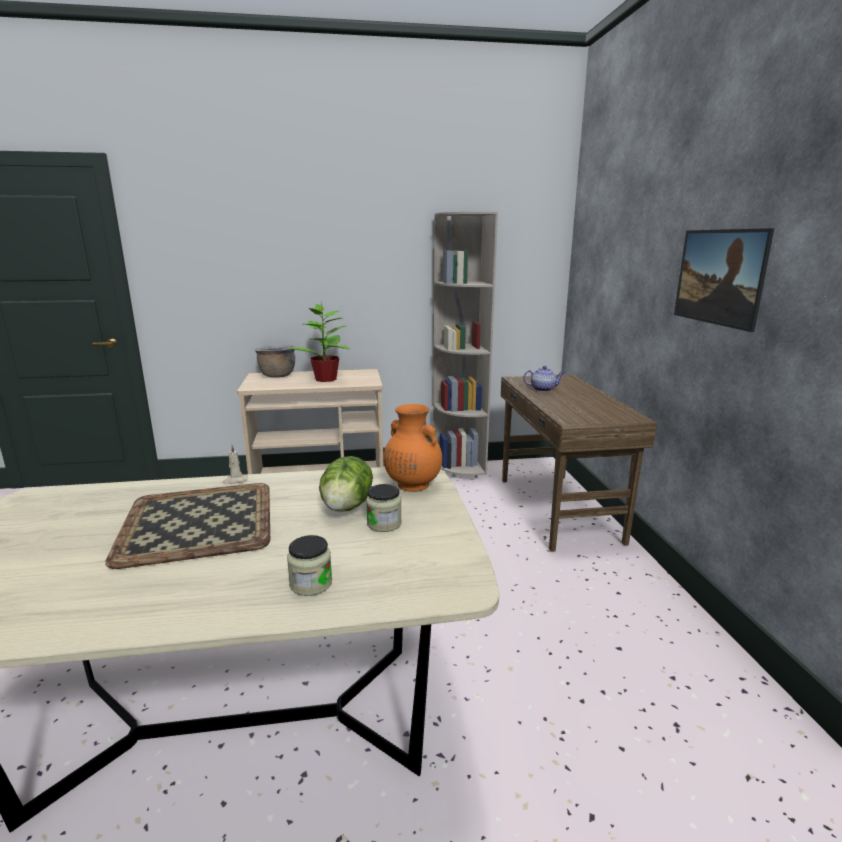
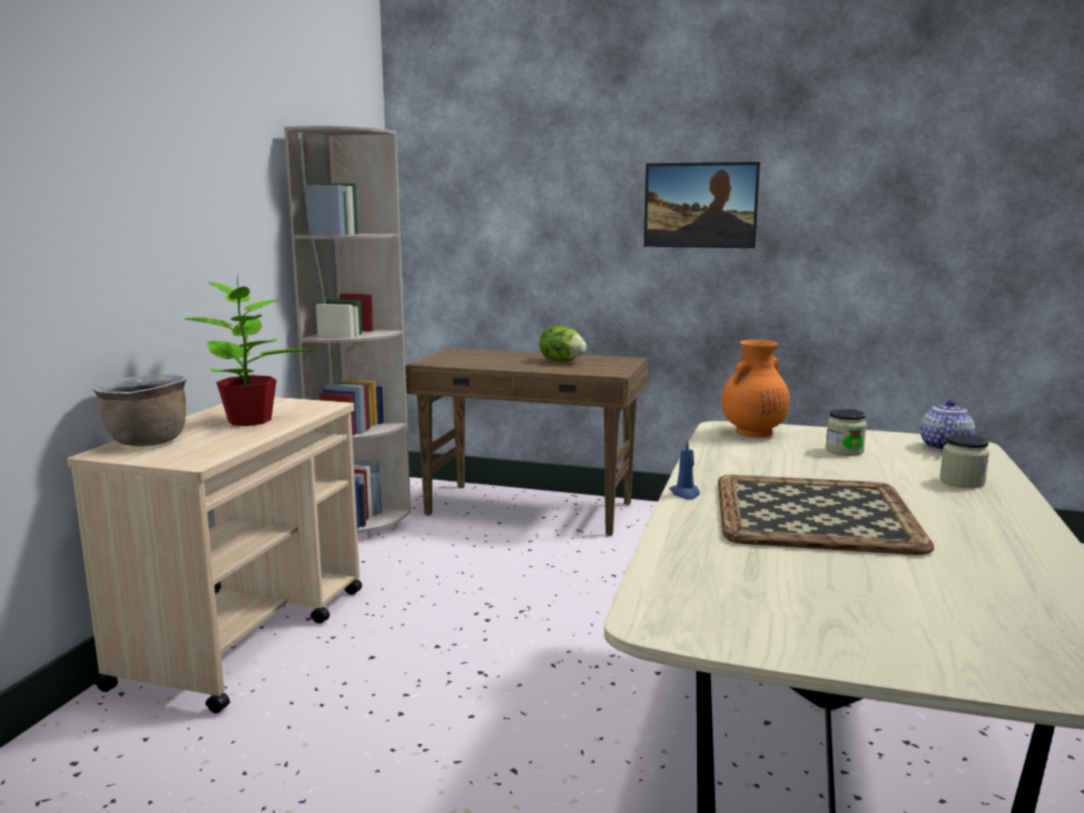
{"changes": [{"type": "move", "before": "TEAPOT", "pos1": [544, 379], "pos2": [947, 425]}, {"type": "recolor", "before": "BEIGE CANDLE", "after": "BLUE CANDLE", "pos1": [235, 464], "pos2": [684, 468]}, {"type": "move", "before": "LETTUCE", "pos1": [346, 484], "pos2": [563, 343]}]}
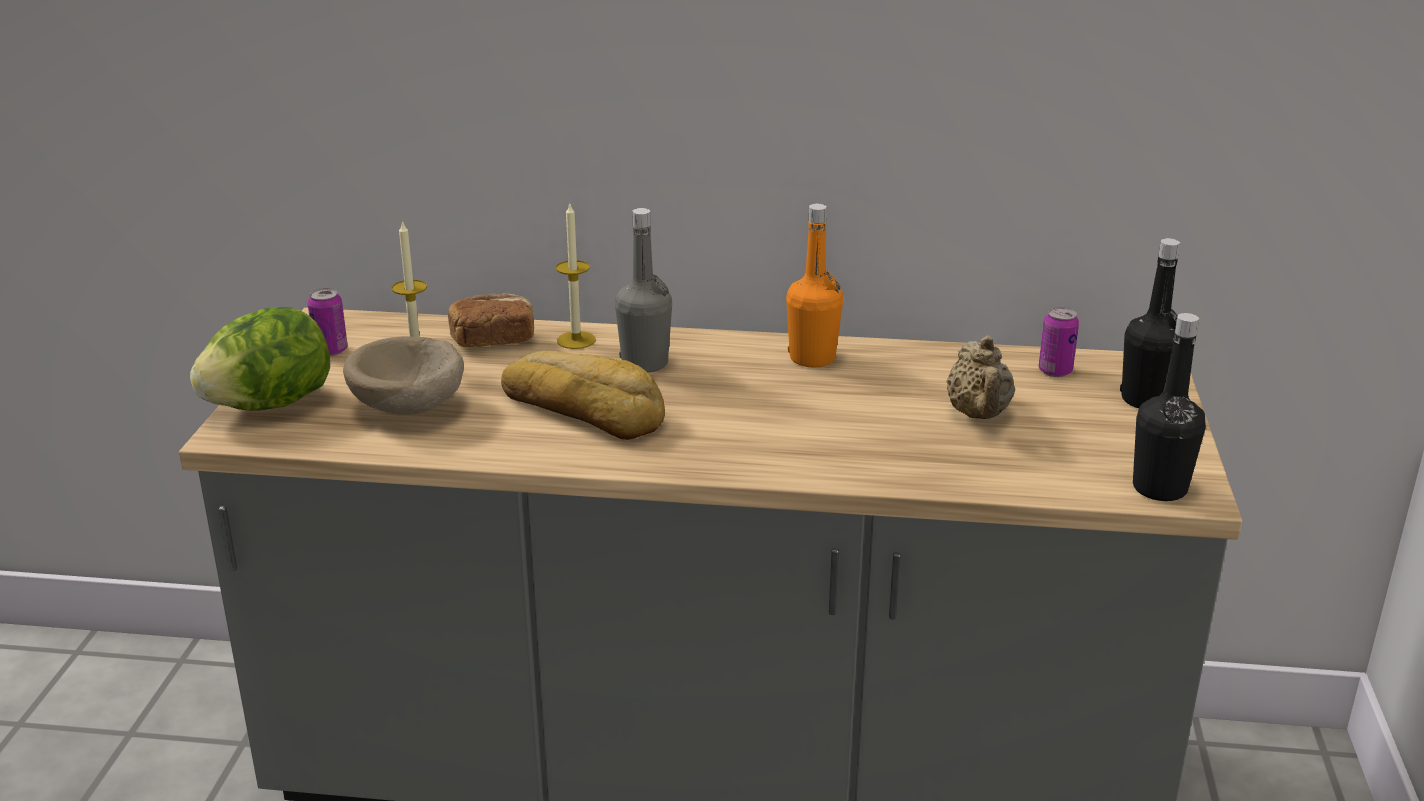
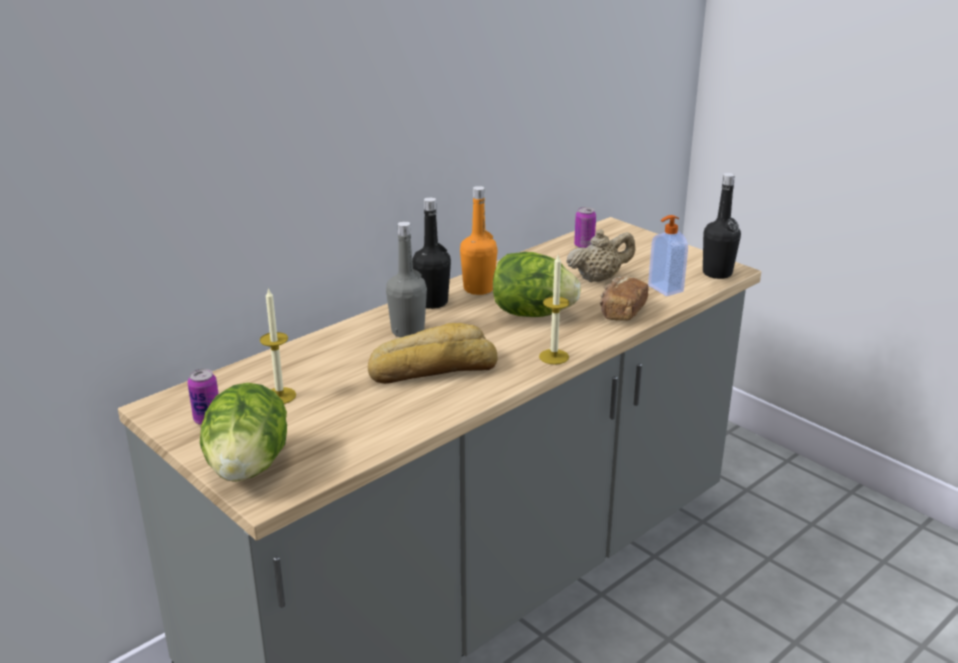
{"changes": [{"type": "move", "before": "CANDLE", "pos1": [576, 275], "pos2": [554, 310]}, {"type": "move", "before": "BLACK BOTTLE", "pos1": [1150, 323], "pos2": [431, 253]}, {"type": "move", "before": "BREAD", "pos1": [491, 320], "pos2": [624, 298]}, {"type": "rotate", "before": "BEIGE TEAPOT", "pos1": [980, 377], "pos2": [600, 256], "turn": -60}, {"type": "delete", "before": "BEIGE BOWL", "pos1": [403, 376]}, {"type": "insert", "after": "SOAP DISPENSER", "pos2": [668, 255]}, {"type": "insert", "after": "LETTUCE", "pos2": [537, 284]}]}
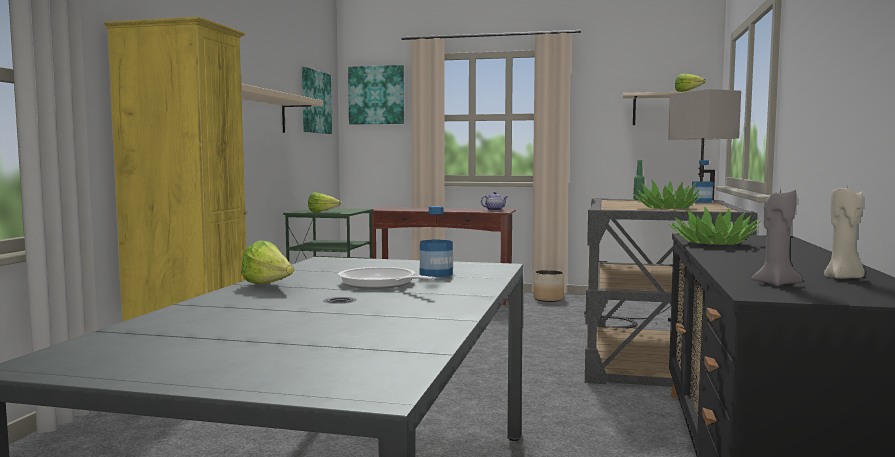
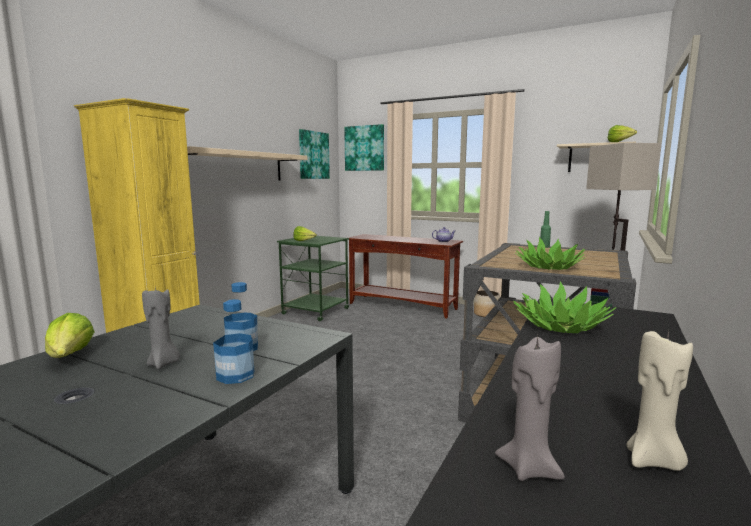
{"changes": [{"type": "move", "before": "BOTTLE", "pos1": [702, 181], "pos2": [233, 341]}, {"type": "replace", "before": "FRYING PAN", "after": "GREY CANDLE", "pos1": [386, 278], "pos2": [161, 328]}]}
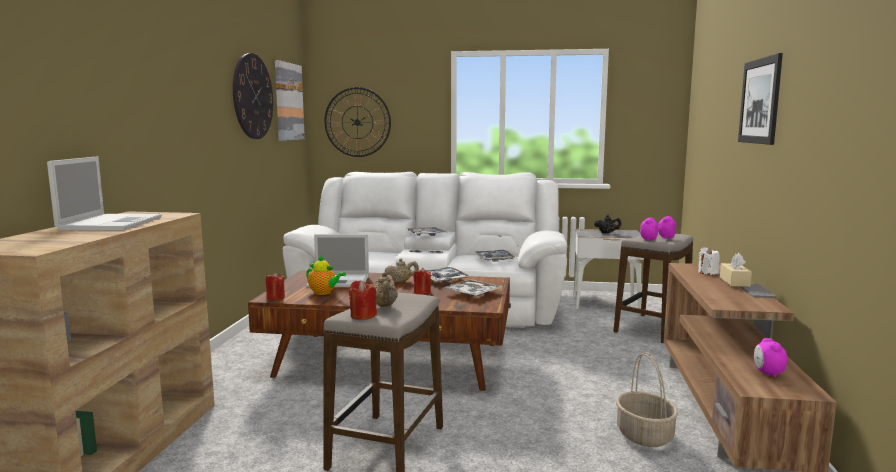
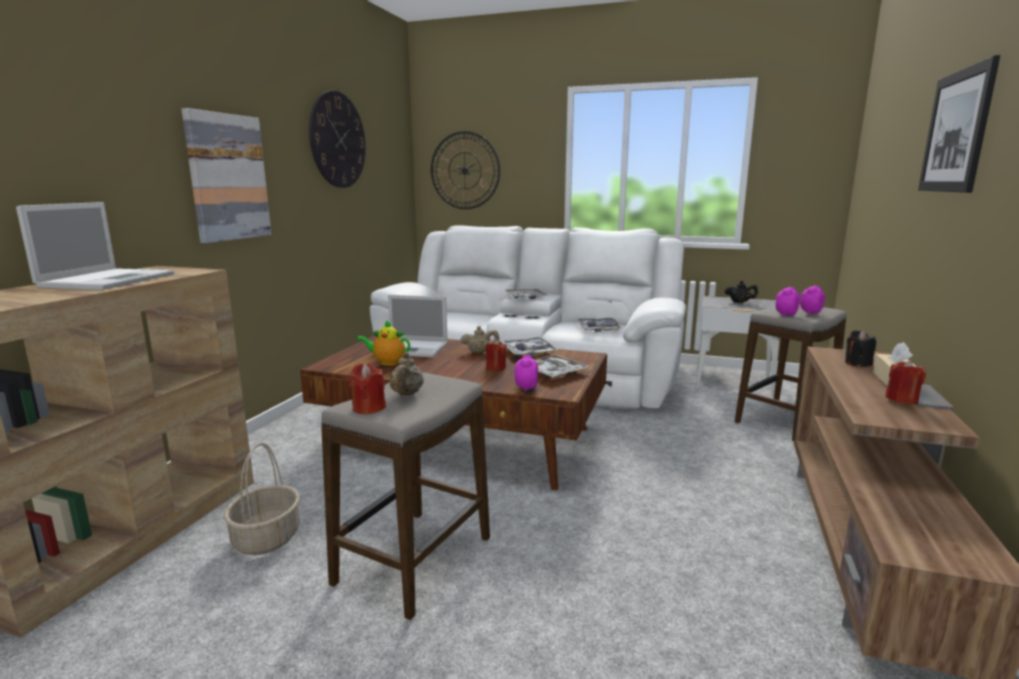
{"changes": [{"type": "move", "before": "PICTURE", "pos1": [290, 100], "pos2": [226, 175]}, {"type": "recolor", "before": "WHITE CANDLE", "after": "BLACK CANDLE", "pos1": [709, 261], "pos2": [860, 348]}, {"type": "rotate", "before": "TEAPOT", "pos1": [326, 275], "pos2": [383, 343], "turn": 150}, {"type": "move", "before": "RED CANDLE", "pos1": [275, 286], "pos2": [905, 382]}, {"type": "move", "before": "ALARM CLOCK", "pos1": [770, 358], "pos2": [526, 373]}, {"type": "move", "before": "BASKET", "pos1": [647, 399], "pos2": [262, 498]}]}
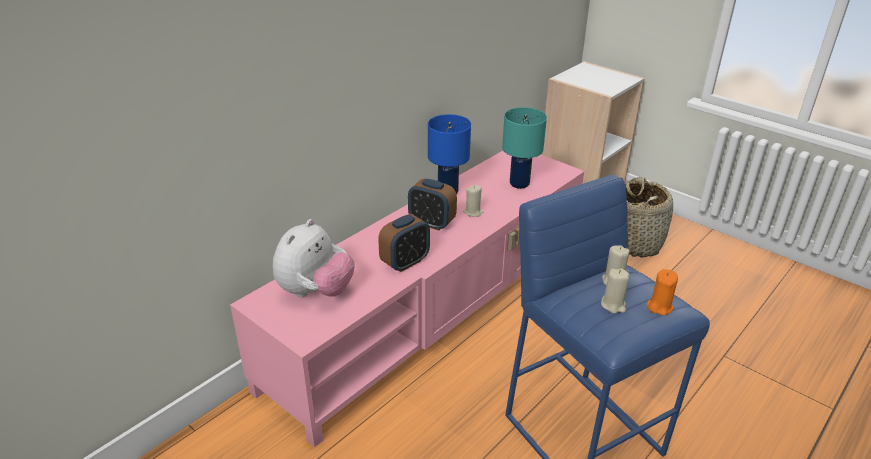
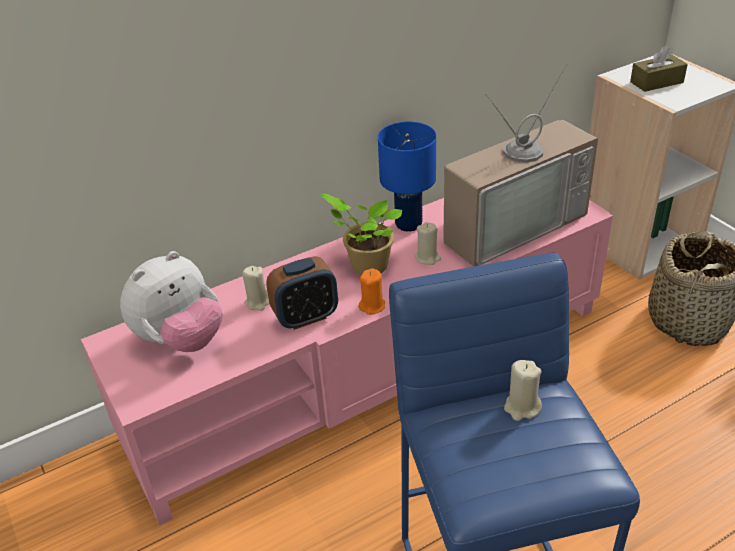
{"changes": [{"type": "replace", "before": "TURQUOISE TABLE LAMP", "after": "TELEVISION", "pos1": [524, 148], "pos2": [520, 165]}, {"type": "replace", "before": "ALARM CLOCK", "after": "POTTED PLANT", "pos1": [432, 205], "pos2": [361, 234]}, {"type": "move", "before": "BEIGE CANDLE", "pos1": [615, 291], "pos2": [256, 288]}, {"type": "move", "before": "ORANGE CANDLE", "pos1": [662, 292], "pos2": [371, 291]}, {"type": "insert", "after": "BROWN TISSUE BOX", "pos2": [659, 68]}]}
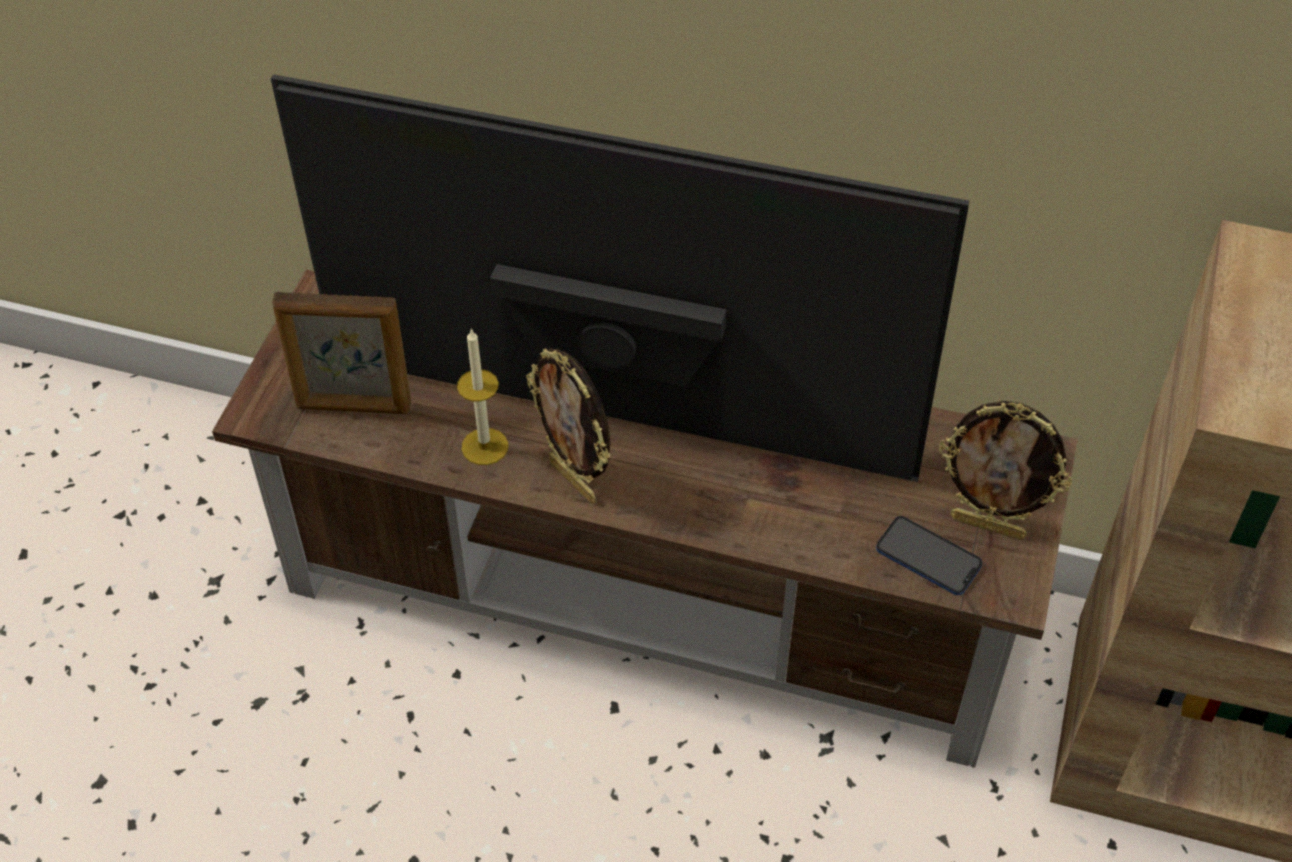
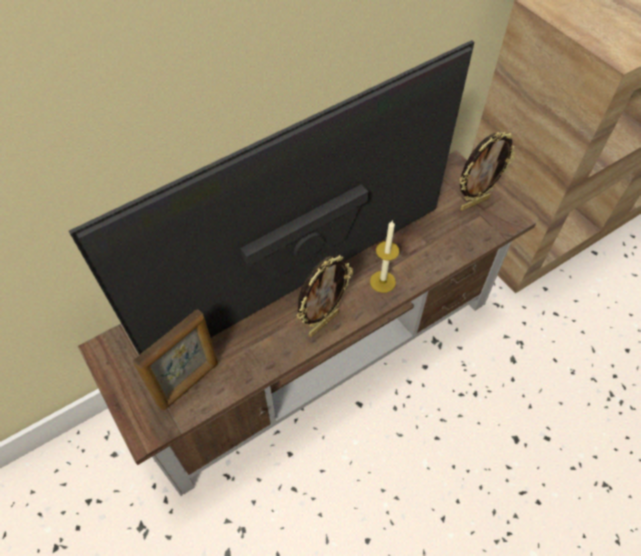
{"changes": [{"type": "move", "before": "CANDLE", "pos1": [482, 396], "pos2": [385, 257]}, {"type": "rotate", "before": "PICTURE FRAME", "pos1": [568, 425], "pos2": [325, 296], "turn": -45}, {"type": "delete", "before": "PHONE", "pos1": [929, 555]}]}
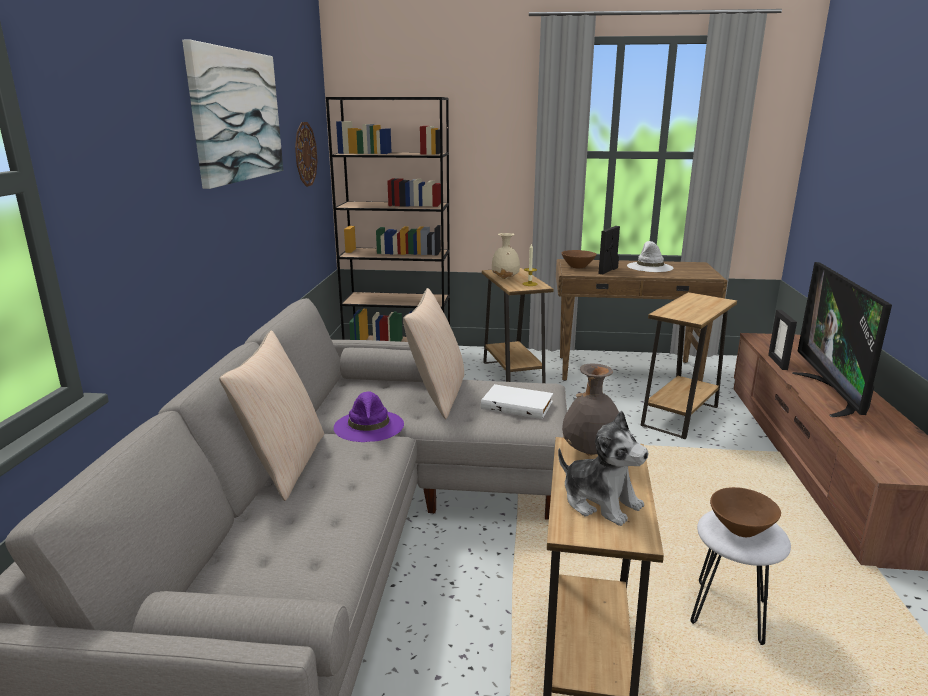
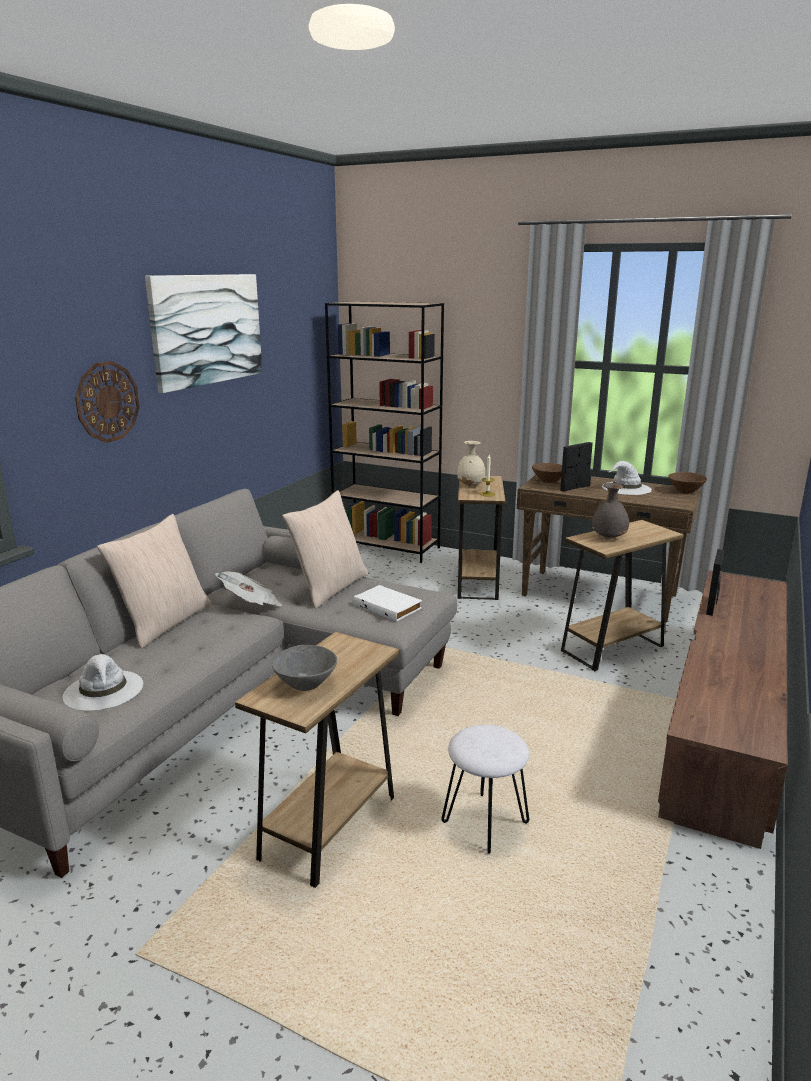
{"changes": [{"type": "move", "before": "WALL CLOCK", "pos1": [306, 154], "pos2": [107, 402]}, {"type": "delete", "before": "TELEVISION", "pos1": [842, 339]}, {"type": "move", "before": "GREY VASE", "pos1": [590, 409], "pos2": [610, 511]}, {"type": "replace", "before": "PURPLE HAT", "after": "NEWSPAPER", "pos1": [369, 417], "pos2": [248, 588]}, {"type": "replace", "before": "PLUSH TOY", "after": "GREY BOWL", "pos1": [603, 468], "pos2": [304, 668]}, {"type": "move", "before": "BROWN BOWL", "pos1": [745, 512], "pos2": [687, 483]}, {"type": "insert", "after": "WHITE HAT", "pos2": [103, 682]}]}
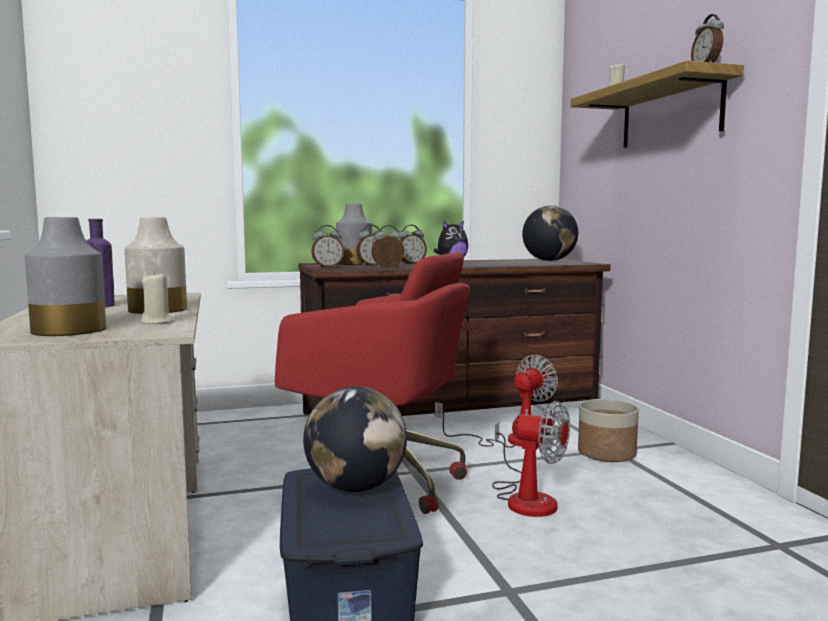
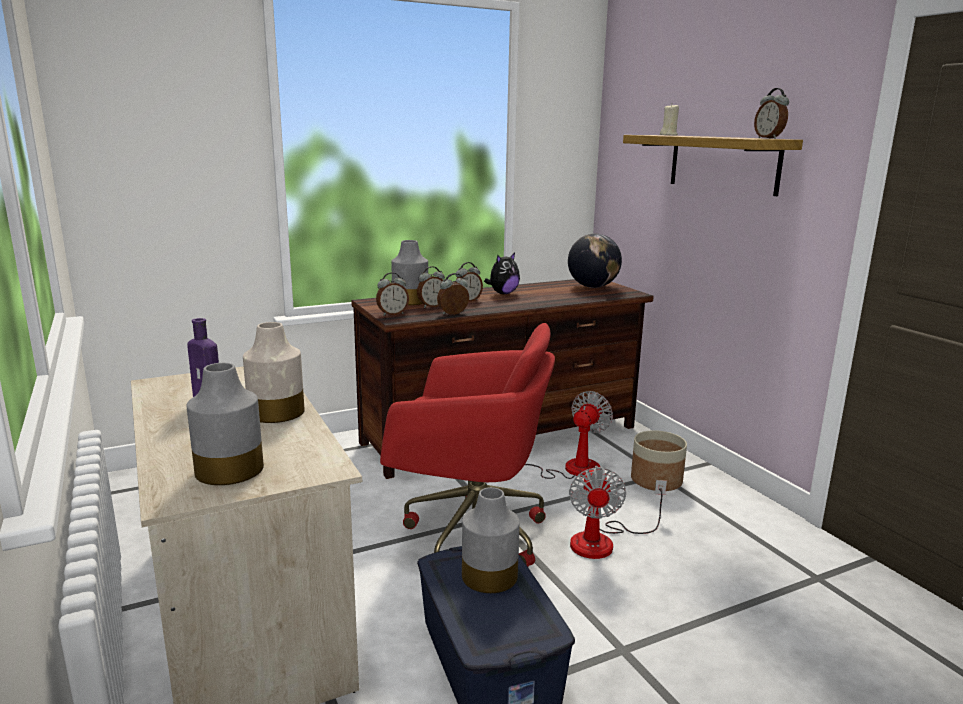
{"changes": [{"type": "delete", "before": "BEIGE CANDLE", "pos1": [157, 297]}, {"type": "replace", "before": "GLOBE", "after": "GREY VASE", "pos1": [355, 439], "pos2": [491, 540]}, {"type": "rotate", "before": "FAN", "pos1": [531, 459], "pos2": [618, 512], "turn": 75}]}
